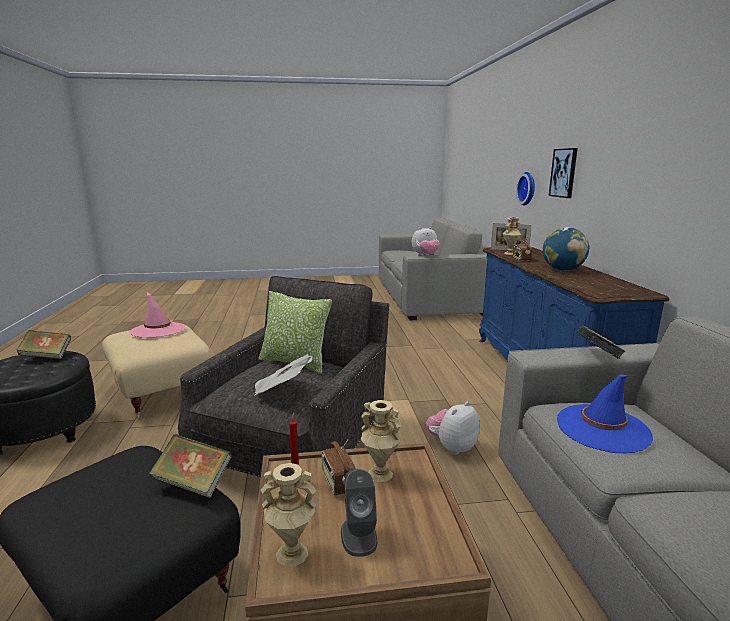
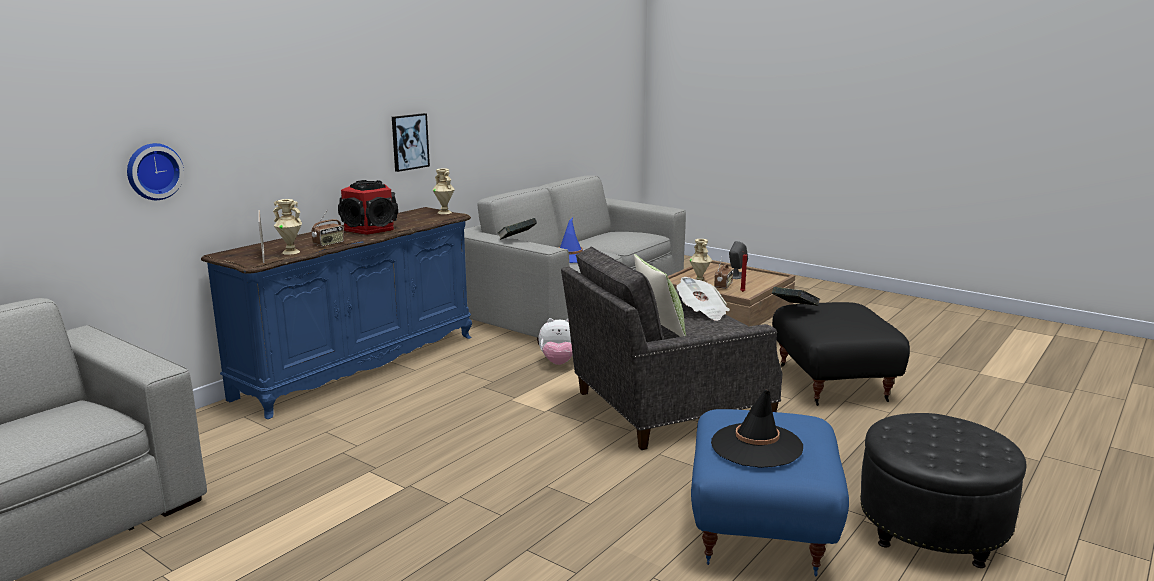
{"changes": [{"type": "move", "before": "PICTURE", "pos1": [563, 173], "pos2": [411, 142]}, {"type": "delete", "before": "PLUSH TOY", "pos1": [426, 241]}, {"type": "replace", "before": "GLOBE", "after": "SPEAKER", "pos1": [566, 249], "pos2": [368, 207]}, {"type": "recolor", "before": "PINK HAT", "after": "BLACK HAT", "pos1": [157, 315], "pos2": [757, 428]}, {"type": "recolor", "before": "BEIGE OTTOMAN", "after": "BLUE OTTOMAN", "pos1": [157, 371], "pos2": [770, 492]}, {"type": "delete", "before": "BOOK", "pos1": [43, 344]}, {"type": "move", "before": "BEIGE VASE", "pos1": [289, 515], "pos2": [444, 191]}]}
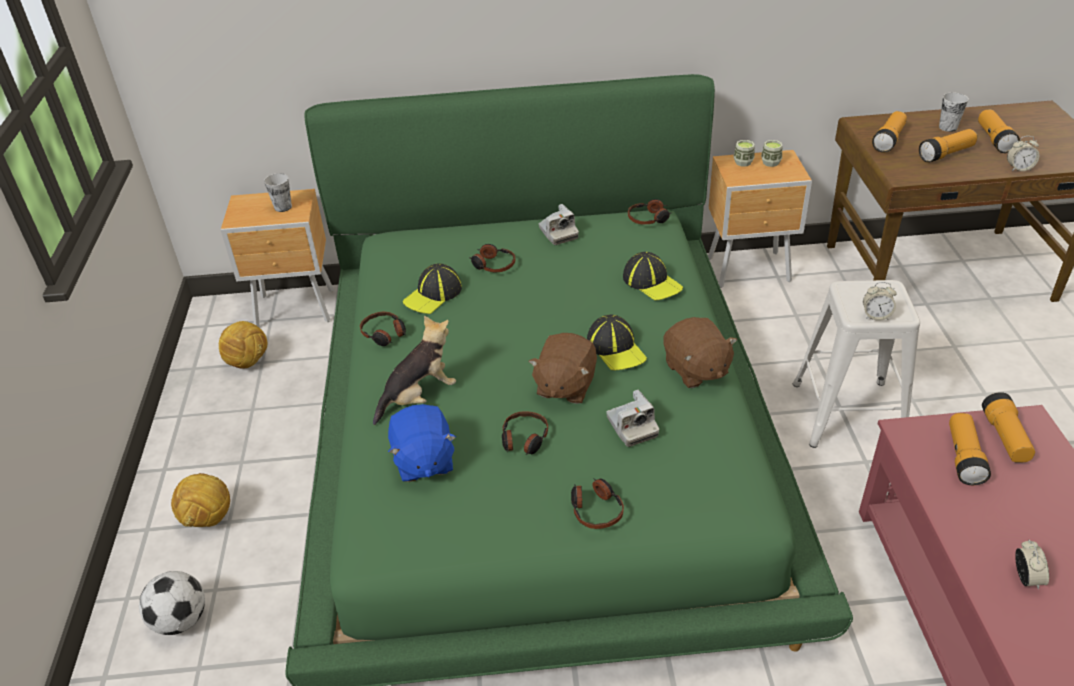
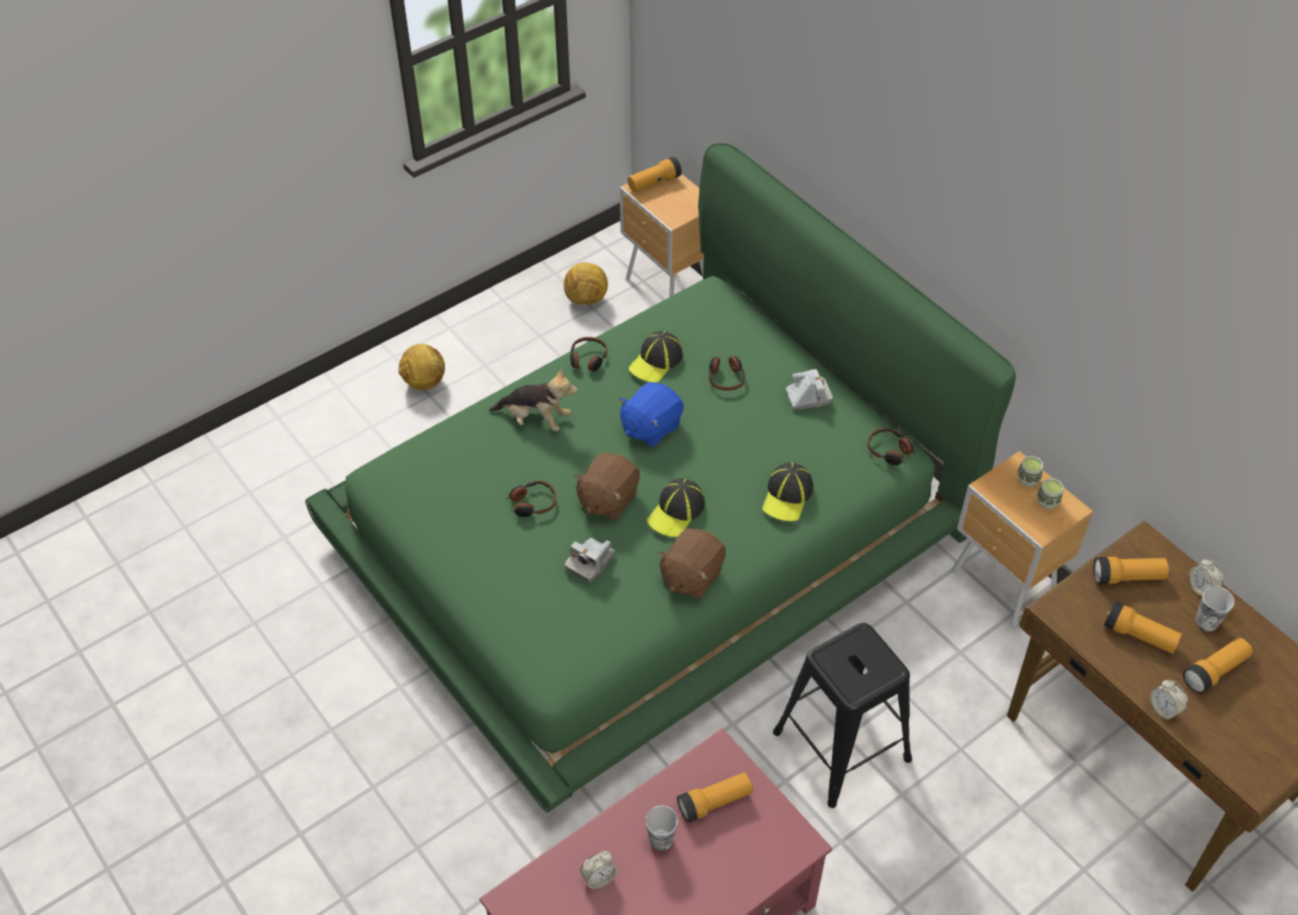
{"changes": [{"type": "move", "before": "CUP", "pos1": [278, 192], "pos2": [662, 828]}, {"type": "rotate", "before": "PHOTO CAMERA", "pos1": [559, 224], "pos2": [809, 389], "turn": -135}, {"type": "rotate", "before": "CAP", "pos1": [432, 288], "pos2": [656, 357], "turn": -60}, {"type": "recolor", "before": "WHITE STOOL", "after": "BLACK STOOL", "pos1": [856, 364], "pos2": [842, 715]}, {"type": "move", "before": "ALARM CLOCK", "pos1": [880, 301], "pos2": [1206, 577]}, {"type": "rotate", "before": "BROWN PLUSH TOY", "pos1": [562, 368], "pos2": [607, 486], "turn": -45}, {"type": "move", "before": "FLASHLIGHT", "pos1": [1008, 427], "pos2": [655, 174]}, {"type": "move", "before": "BLUE PLUSH TOY", "pos1": [422, 443], "pos2": [651, 414]}, {"type": "delete", "before": "HEADPHONES", "pos1": [597, 503]}, {"type": "delete", "before": "FOOTBALL", "pos1": [172, 603]}]}
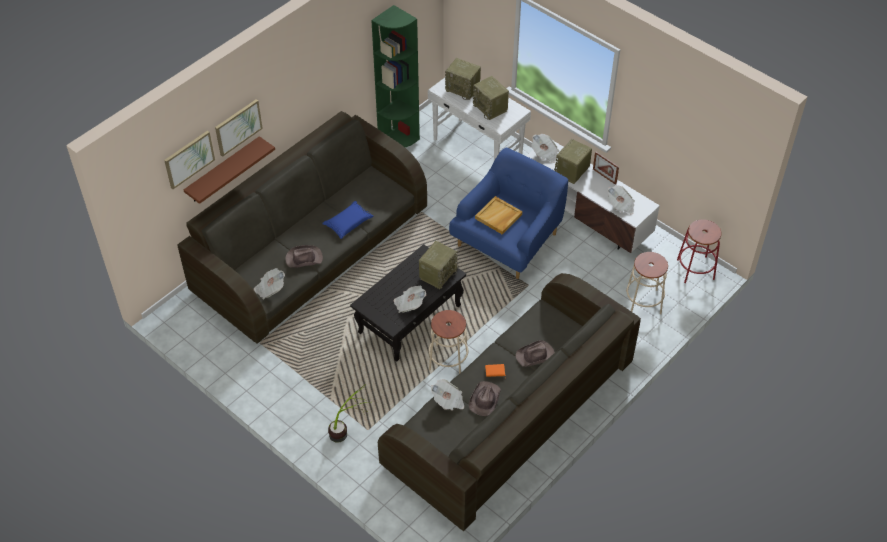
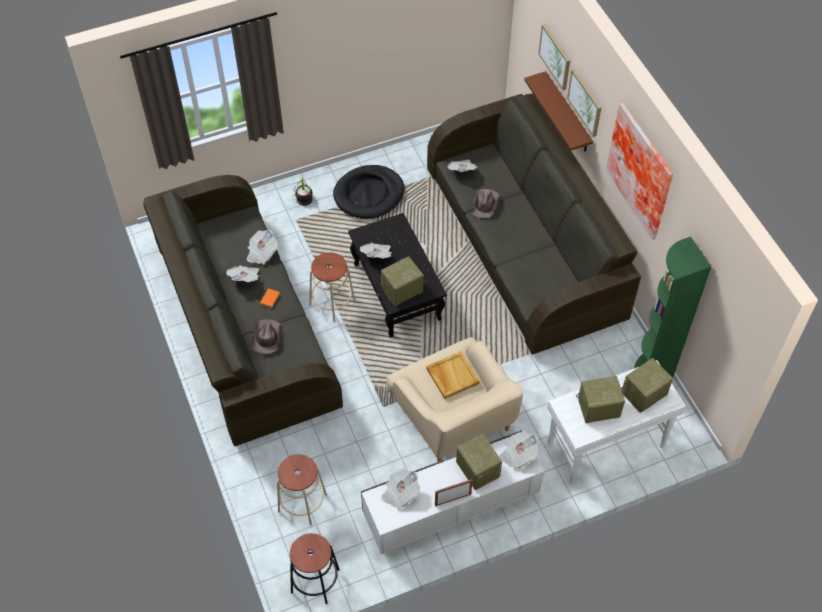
{"changes": [{"type": "recolor", "before": "BLUE ARMCHAIR", "after": "BEIGE ARMCHAIR", "pos1": [508, 213], "pos2": [454, 399]}, {"type": "delete", "before": "BLUE PILLOW", "pos1": [347, 220]}, {"type": "recolor", "before": "RED STOOL", "after": "BLACK STOOL", "pos1": [699, 251], "pos2": [315, 568]}, {"type": "rotate", "before": "RADIO", "pos1": [439, 265], "pos2": [401, 281], "turn": 90}, {"type": "replace", "before": "BROWN HAT", "after": "NEWSPAPER", "pos1": [485, 398], "pos2": [242, 273]}, {"type": "insert", "after": "PICTURE", "pos2": [639, 171]}, {"type": "insert", "after": "BLACK DOG BED", "pos2": [369, 192]}]}
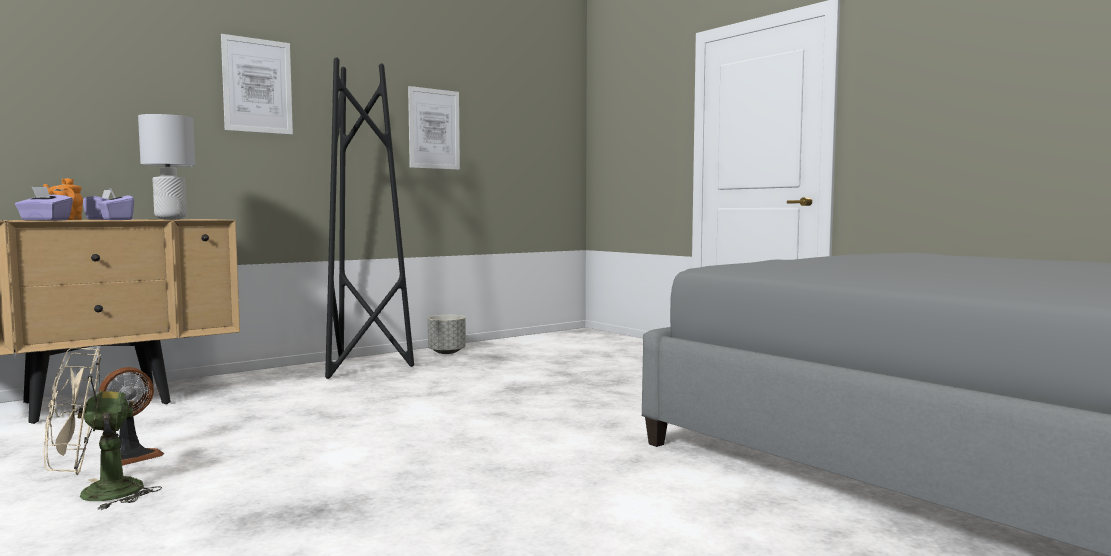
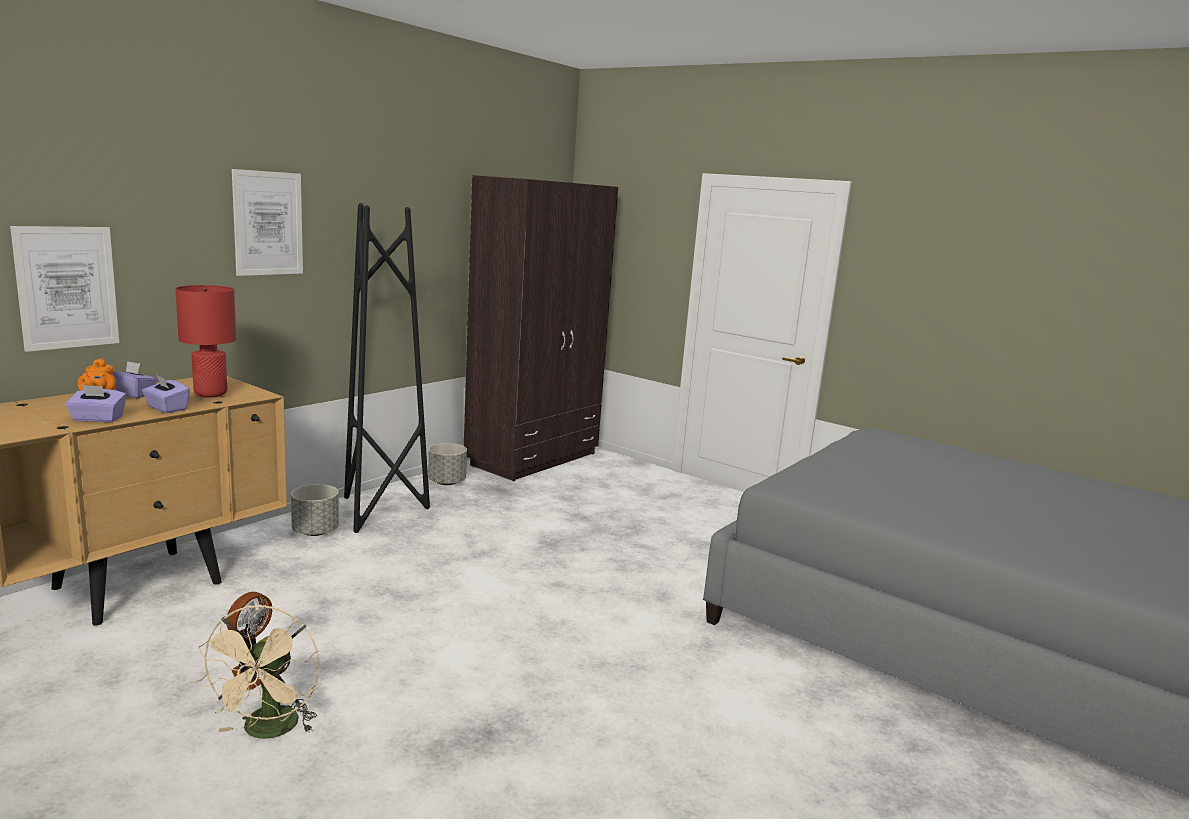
{"changes": [{"type": "move", "before": "PICTURE", "pos1": [434, 128], "pos2": [64, 289]}, {"type": "recolor", "before": "GREY TABLE LAMP", "after": "RED TABLE LAMP", "pos1": [166, 167], "pos2": [205, 341]}, {"type": "rotate", "before": "BEIGE FAN", "pos1": [103, 429], "pos2": [258, 672], "turn": -45}, {"type": "insert", "after": "BROWN WARDROBE", "pos2": [541, 328]}, {"type": "insert", "after": "GREY PLANTER", "pos2": [315, 510]}]}
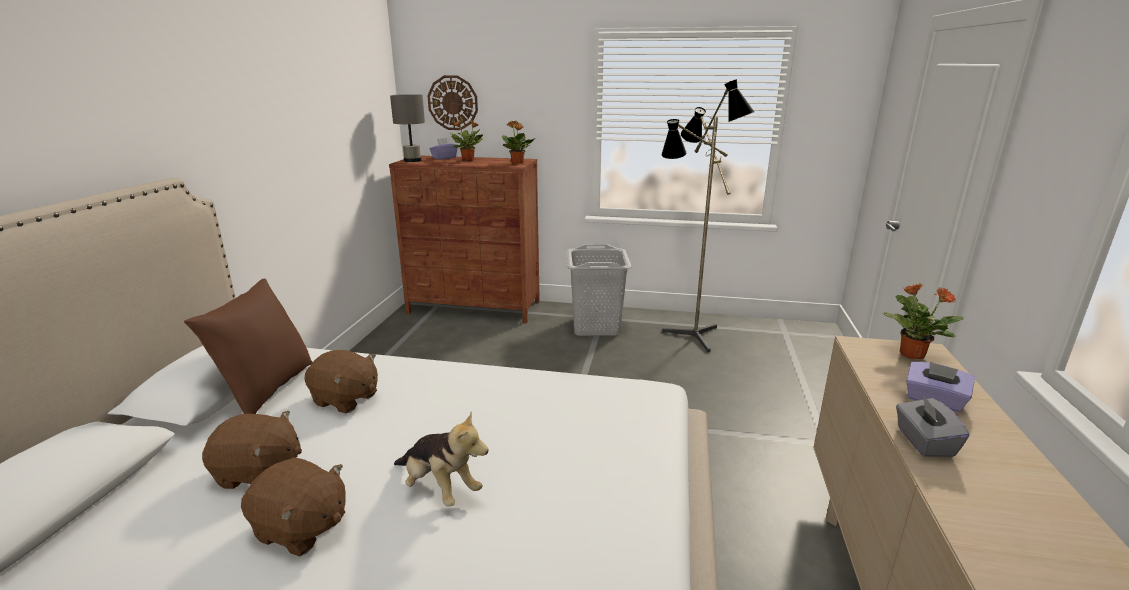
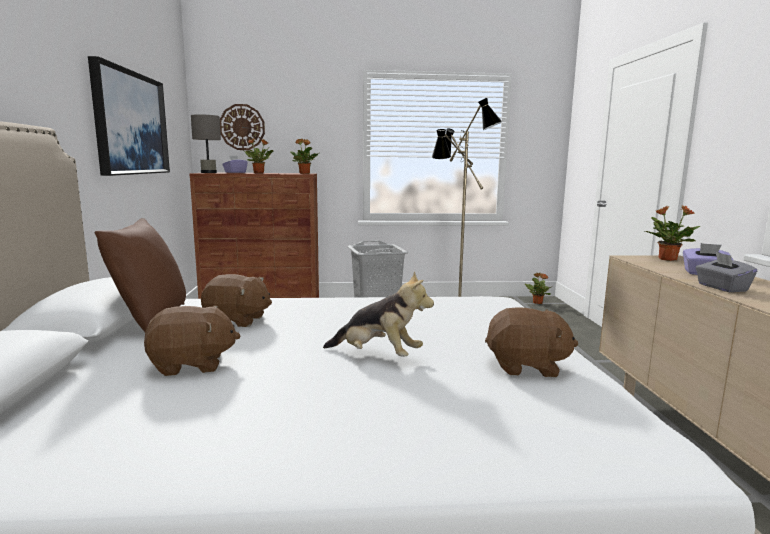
{"changes": [{"type": "move", "before": "BROWN PLUSH TOY", "pos1": [293, 507], "pos2": [531, 342]}, {"type": "insert", "after": "PICTURE", "pos2": [129, 116]}, {"type": "insert", "after": "POTTED PLANT", "pos2": [538, 288]}]}
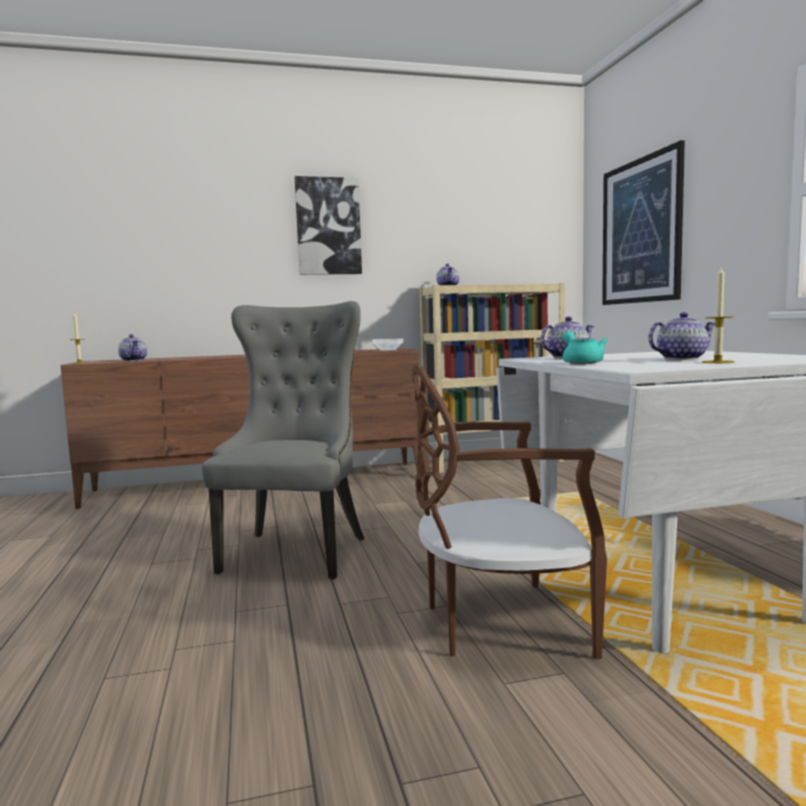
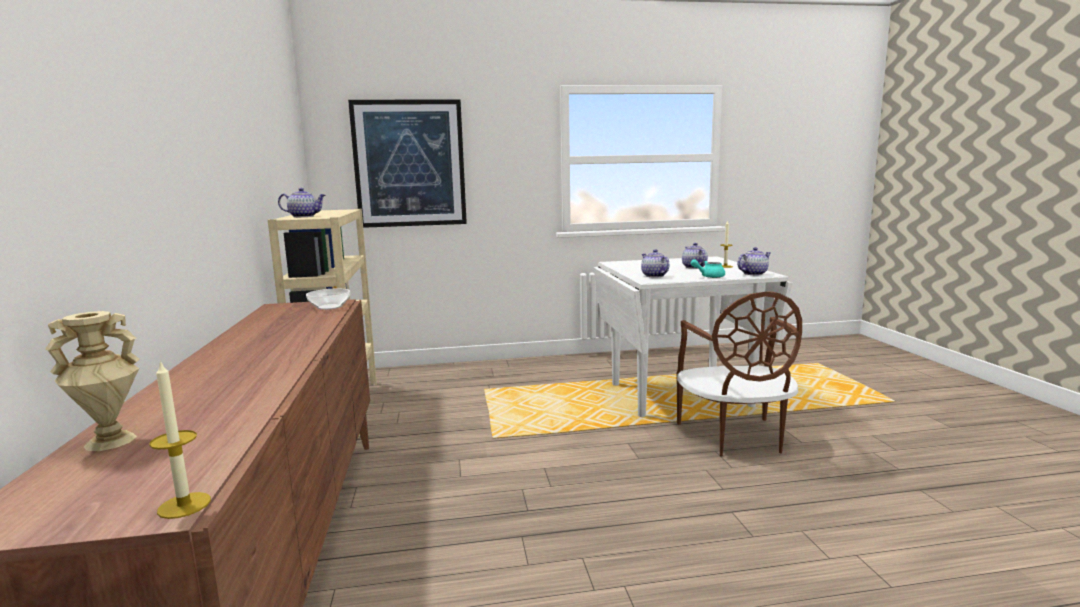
{"changes": [{"type": "delete", "before": "PICTURE", "pos1": [328, 225]}, {"type": "delete", "before": "GREY CHAIR", "pos1": [283, 440]}, {"type": "move", "before": "TEAPOT", "pos1": [132, 347], "pos2": [754, 261]}, {"type": "insert", "after": "BEIGE VASE", "pos2": [92, 381]}]}
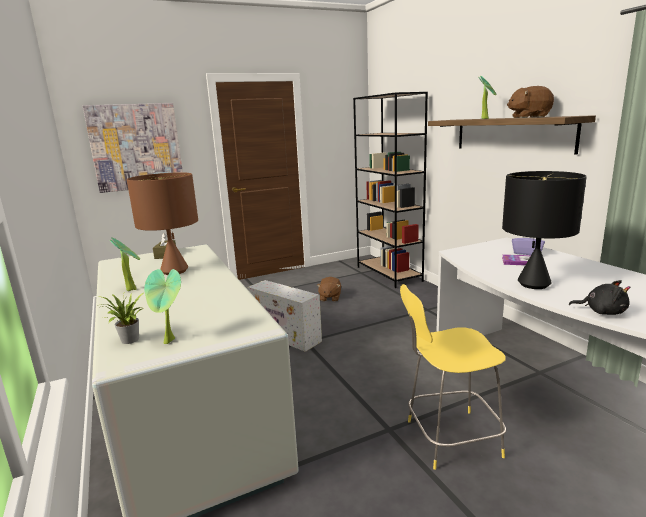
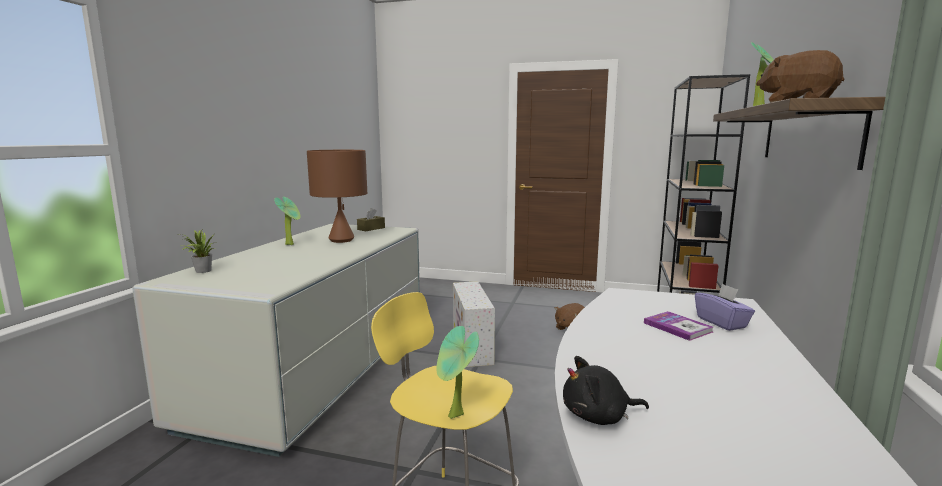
{"changes": [{"type": "delete", "before": "PICTURE", "pos1": [133, 148]}, {"type": "delete", "before": "BLACK TABLE LAMP", "pos1": [544, 230]}, {"type": "move", "before": "POTTED PLANT", "pos1": [162, 306], "pos2": [458, 372]}, {"type": "rotate", "before": "BLACK PLUSH TOY", "pos1": [599, 297], "pos2": [606, 390], "turn": 105}]}
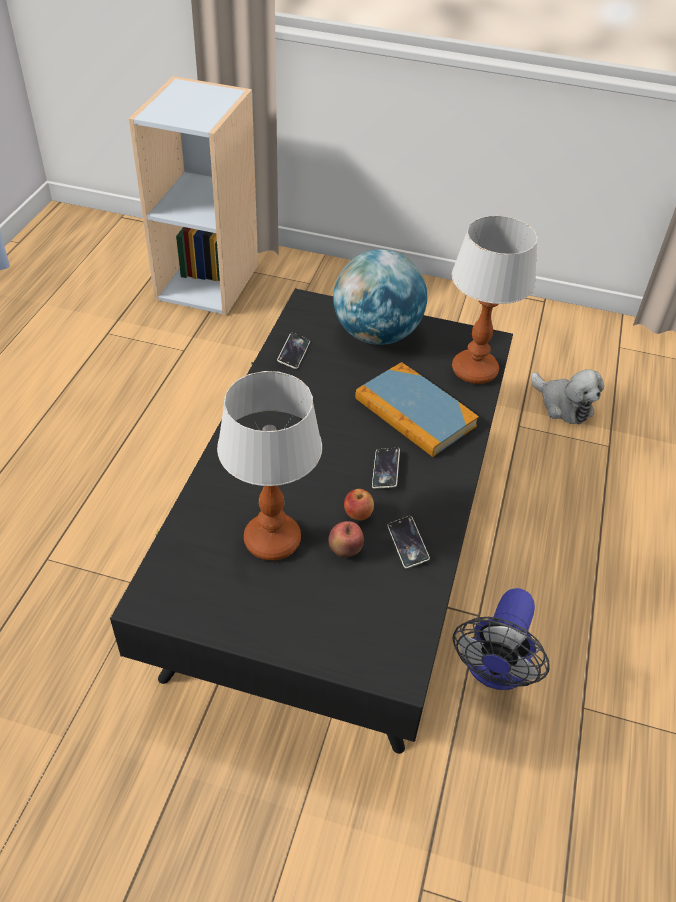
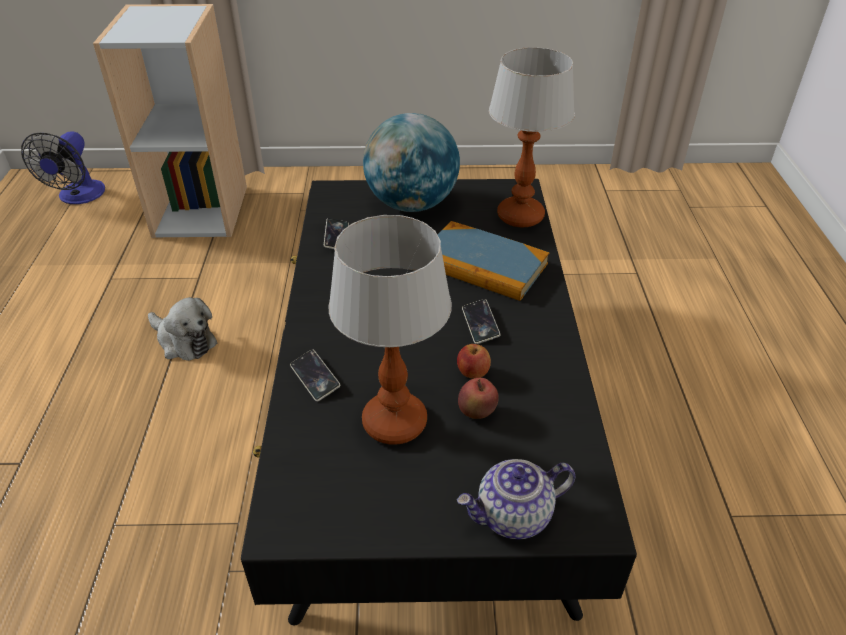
{"changes": [{"type": "move", "before": "PLUSH TOY", "pos1": [568, 396], "pos2": [182, 329]}, {"type": "move", "before": "PHONE", "pos1": [409, 542], "pos2": [315, 375]}, {"type": "move", "before": "FAN", "pos1": [501, 639], "pos2": [63, 167]}, {"type": "insert", "after": "TEAPOT", "pos2": [516, 499]}]}
